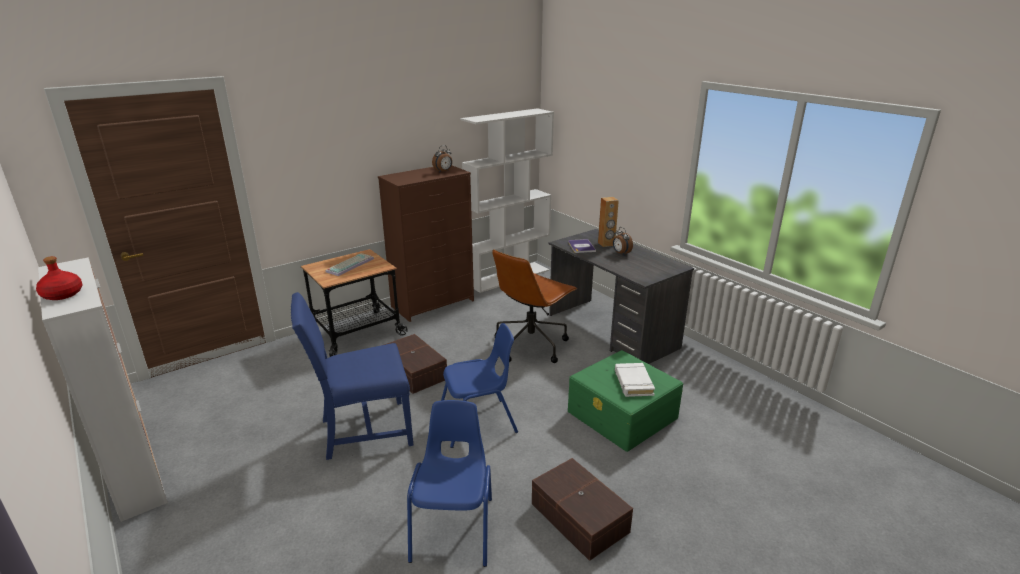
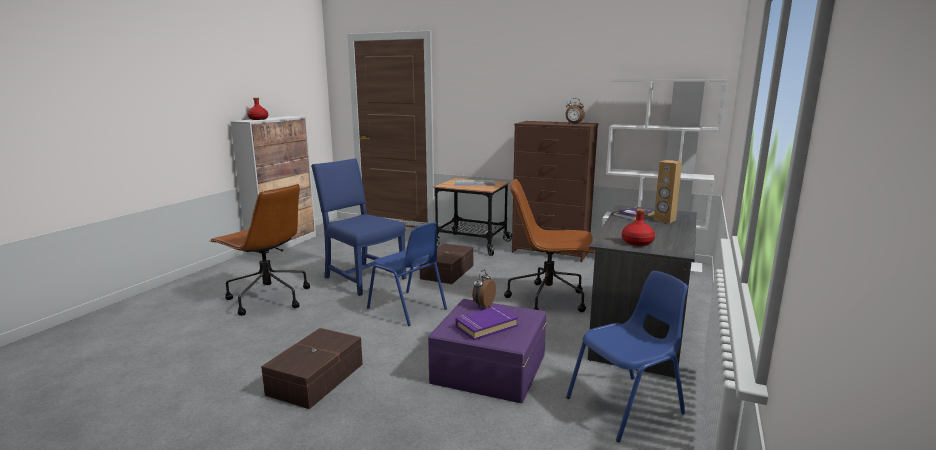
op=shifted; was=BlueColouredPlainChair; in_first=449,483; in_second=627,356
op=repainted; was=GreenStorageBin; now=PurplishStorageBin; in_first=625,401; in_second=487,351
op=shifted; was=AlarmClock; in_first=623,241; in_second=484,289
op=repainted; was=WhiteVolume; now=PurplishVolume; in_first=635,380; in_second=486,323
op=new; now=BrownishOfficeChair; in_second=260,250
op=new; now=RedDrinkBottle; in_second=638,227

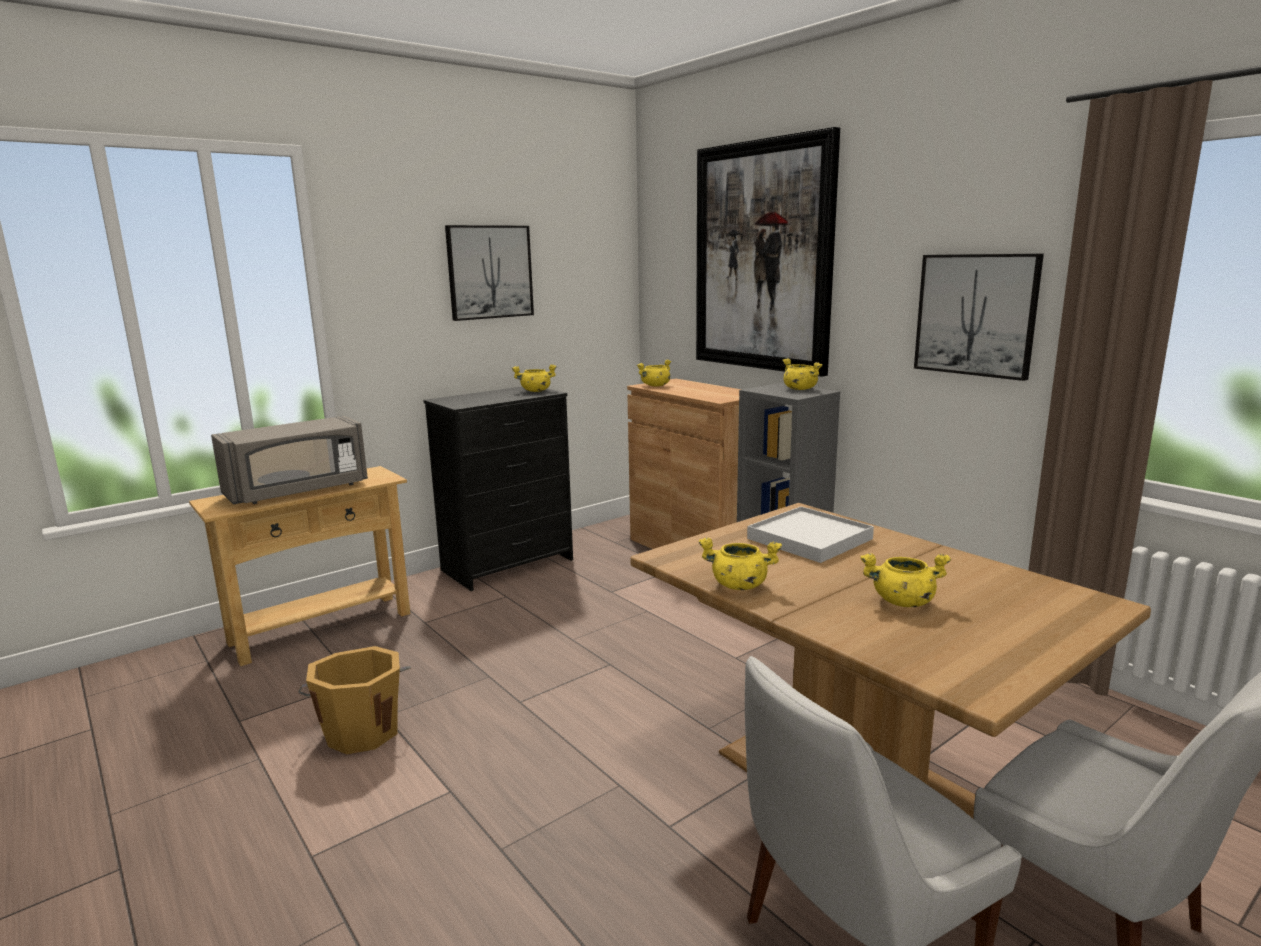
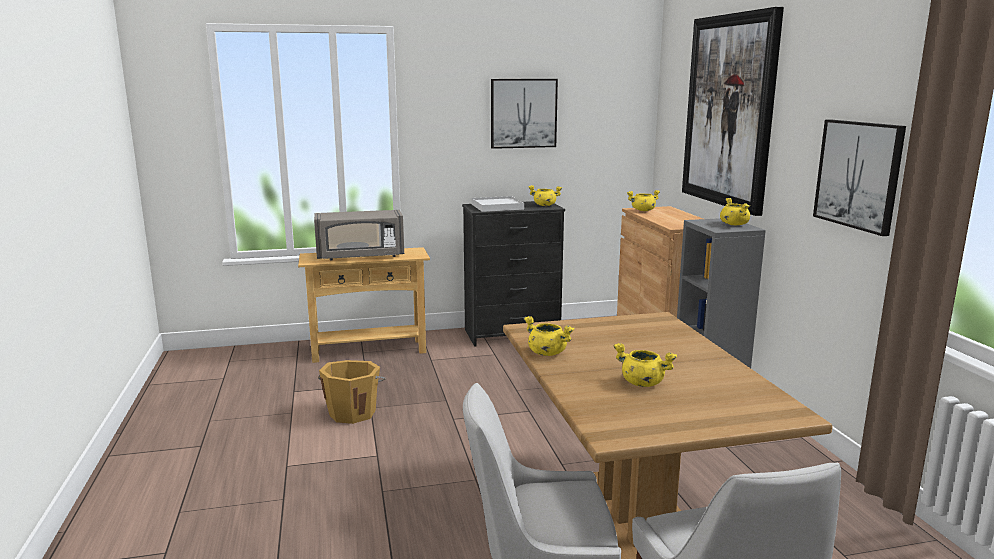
op=shifted; was=WhiteCarryingTray; in_first=810,535; in_second=497,204

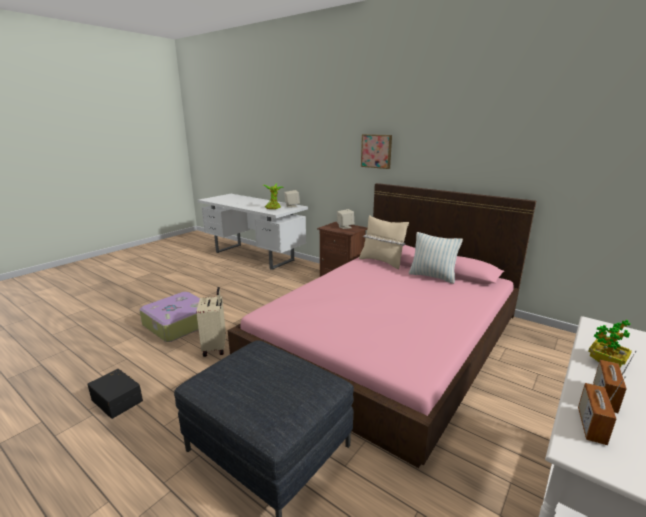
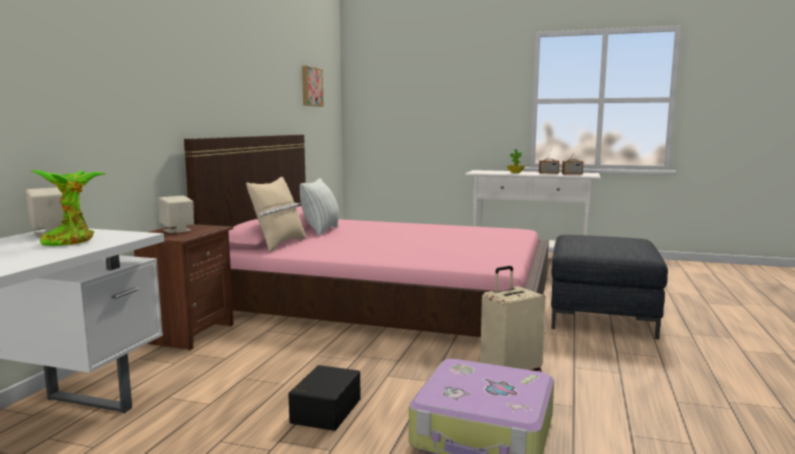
op=shifted; was=BlackishStorageBin; in_first=115,394; in_second=324,398
op=shifted; was=Picture; in_first=376,151; in_second=312,86

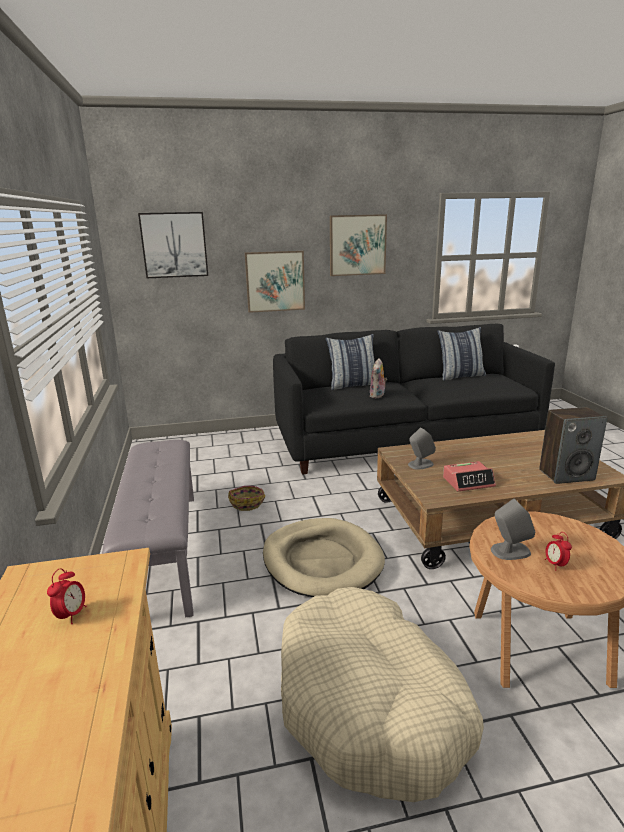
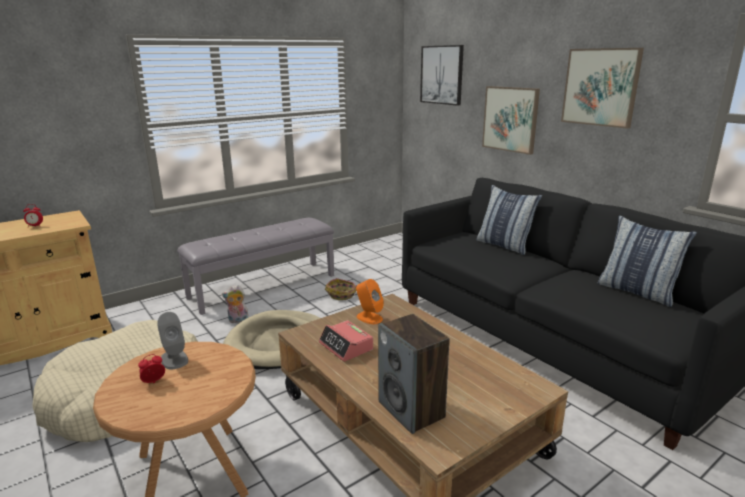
op=shifted; was=CuddlyToy; in_first=378,378; in_second=235,304
op=repainted; was=GreySpeaker; now=OrangeySpeaker; in_first=422,449; in_second=370,301

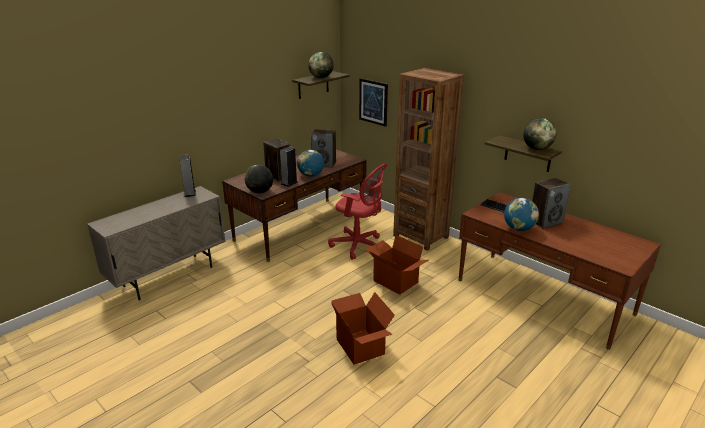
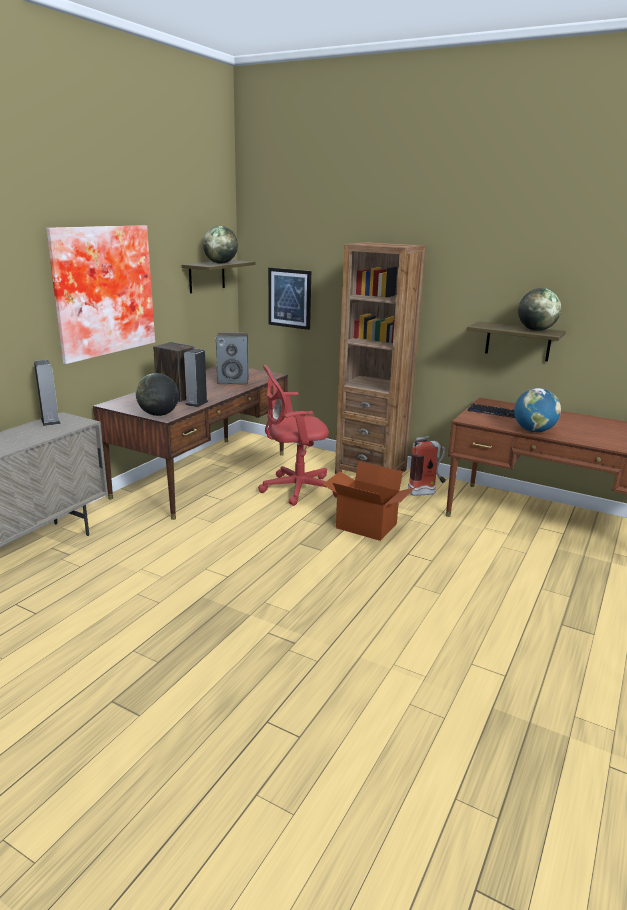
op=gone; was=DeskGlobe; in_first=310,163
op=rotated; was=RedOfficeChair; in_first=358,211; in_second=297,435; clockwise=150
op=gone; was=CardboardBox; in_first=363,328
op=gone; was=Speaker; in_first=551,203
op=new; now=Picture; in_second=100,294
op=new; now=FireExtinguisher; in_second=427,466

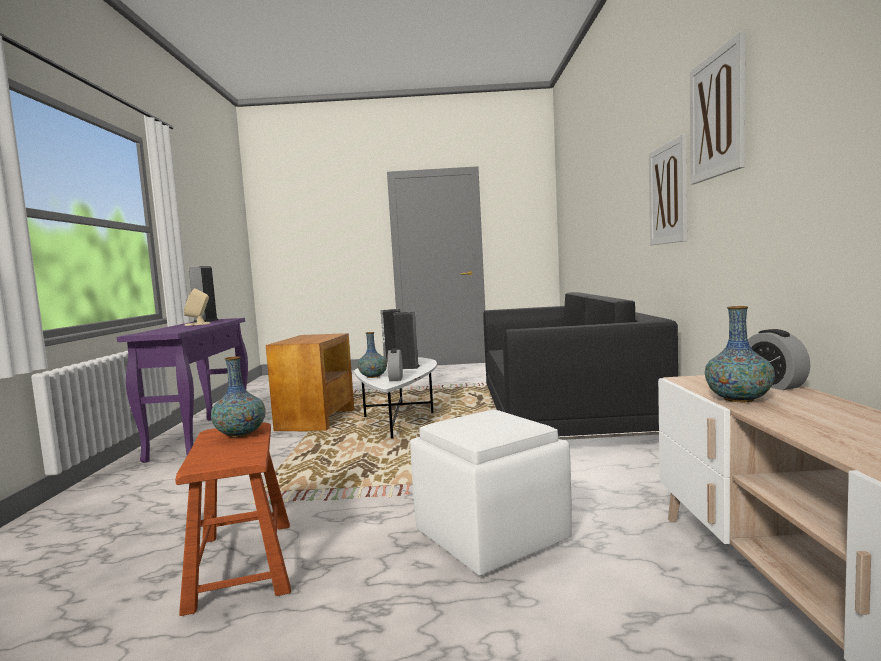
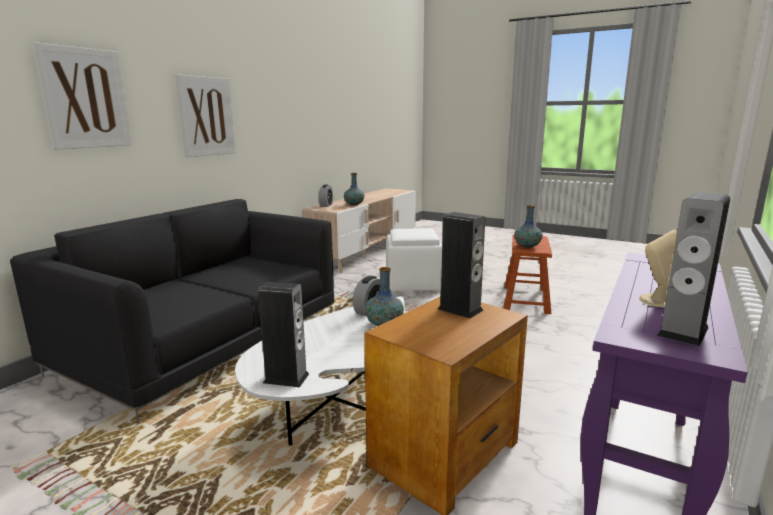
op=shifted; was=Speaker; in_first=407,340; in_second=461,265
op=shifted; was=Picture; in_first=717,108; in_second=82,96

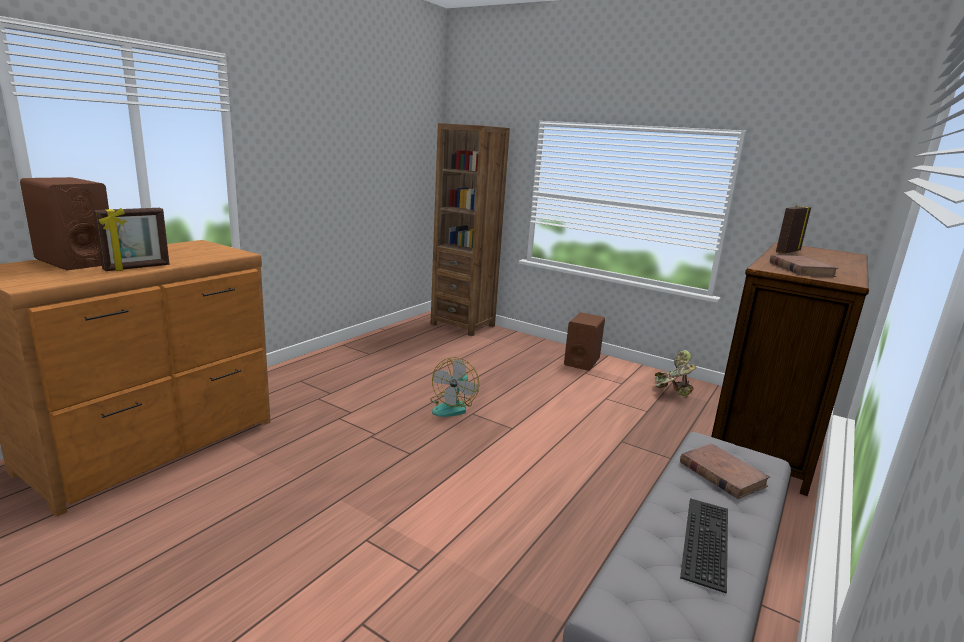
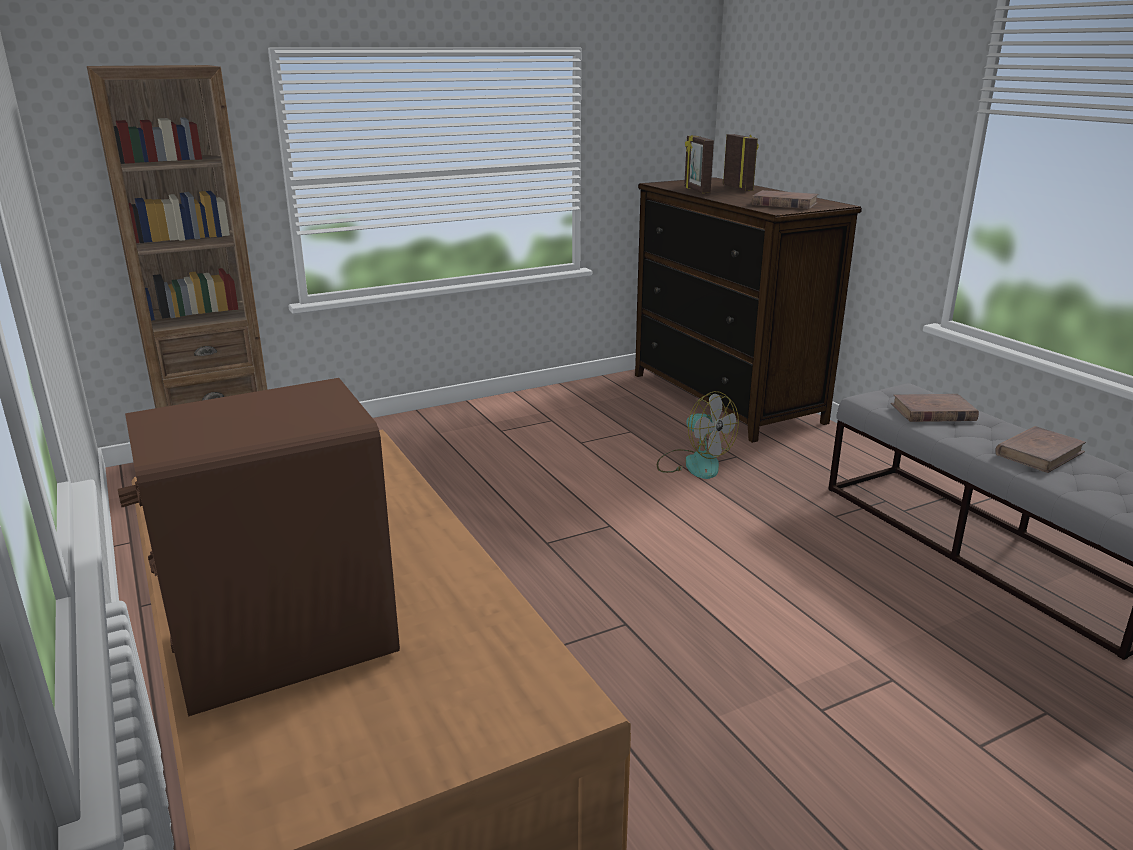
op=shifted; was=PictureFrame; in_first=131,239; in_second=741,162
op=shifted; was=Fan; in_first=454,387; in_second=698,435
op=gone; was=BrownishSpeaker; in_first=584,341
op=gone; was=PottedPlant; in_first=675,373
op=swapped; was=Keyboard; now=BrownishVolume; in_first=704,546; in_second=1040,449

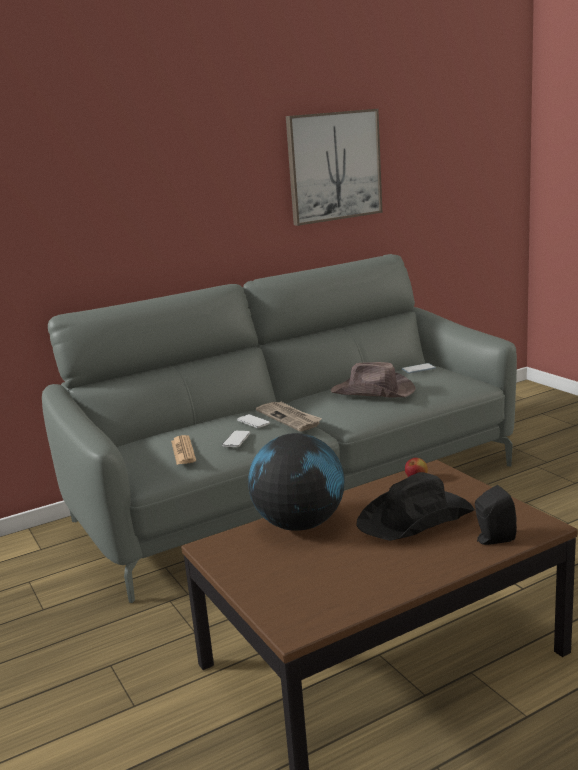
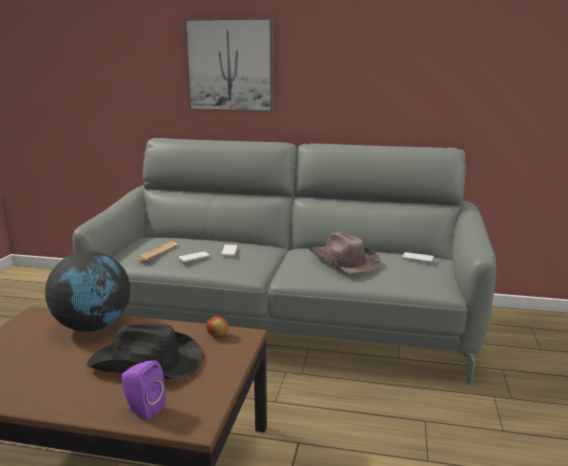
op=gone; was=PrintedPaper; in_first=289,417
op=shifted; was=Picture; in_first=334,167; in_second=229,64
op=repainted; was=BlackishSpeaker; now=PurplishSpeaker; in_first=496,515; in_second=144,390

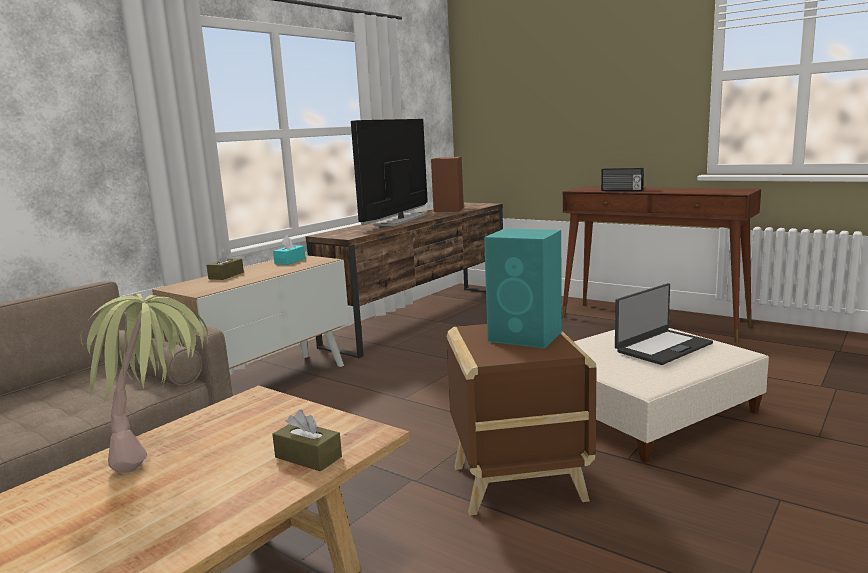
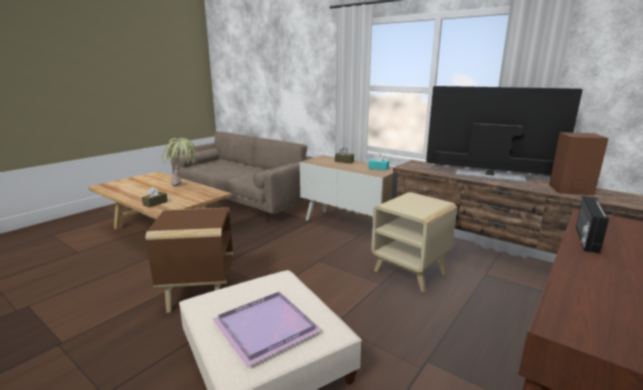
op=gone; was=TurquoiseSpeaker; in_first=523,288
op=swapped; was=PortableComputer; now=PurplishCarryingTray; in_first=664,324; in_second=267,329
op=new; now=SandColouredAccentTable; in_second=414,242

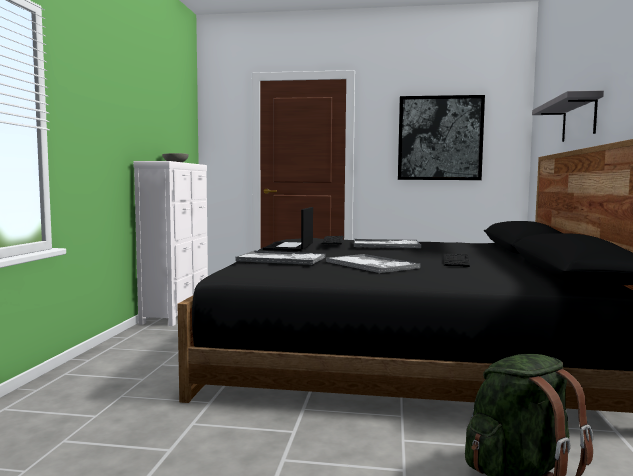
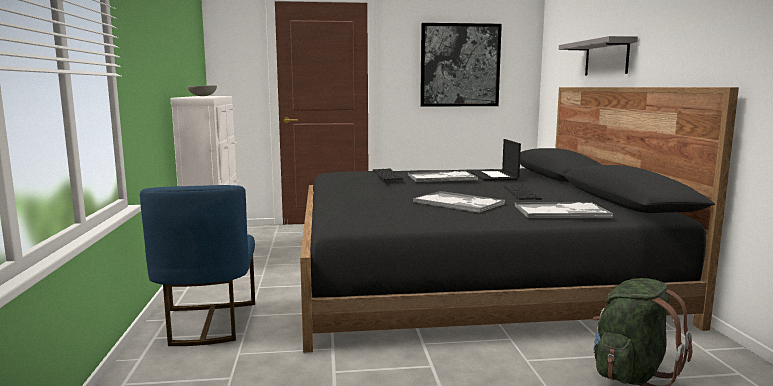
op=shifted; was=CarryingTray; in_first=280,257; in_second=563,210
op=shifted; was=PortableComputer; in_first=288,229; in_second=496,160
op=new; now=BlueColouredPlainChair; in_second=197,265

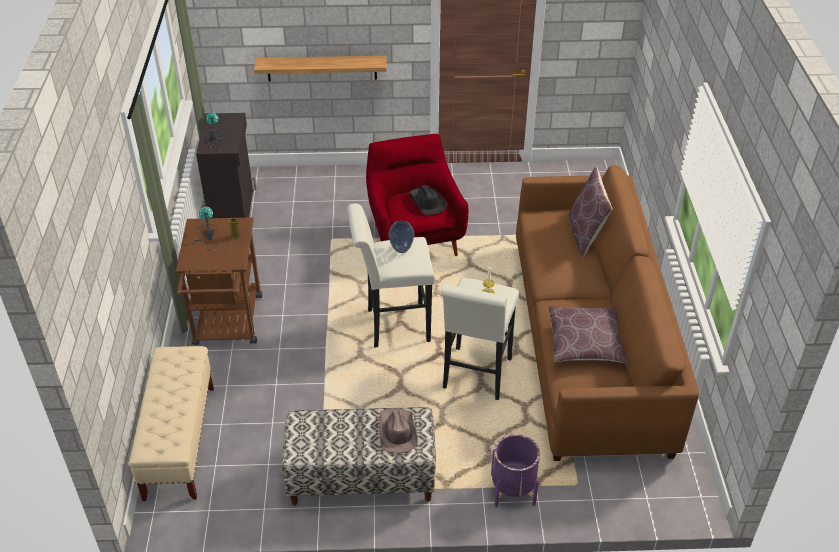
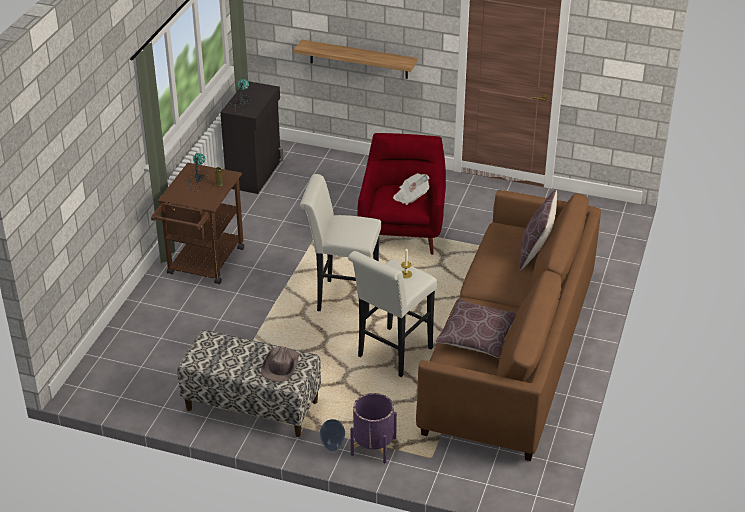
op=gone; was=SandColouredLongSeat; in_first=171,423
op=shifted; was=FlowerVase; in_first=401,237; in_second=332,435
op=swapped; was=BlackishClothingHat; now=PrintedPaper; in_first=428,200; in_second=411,189

